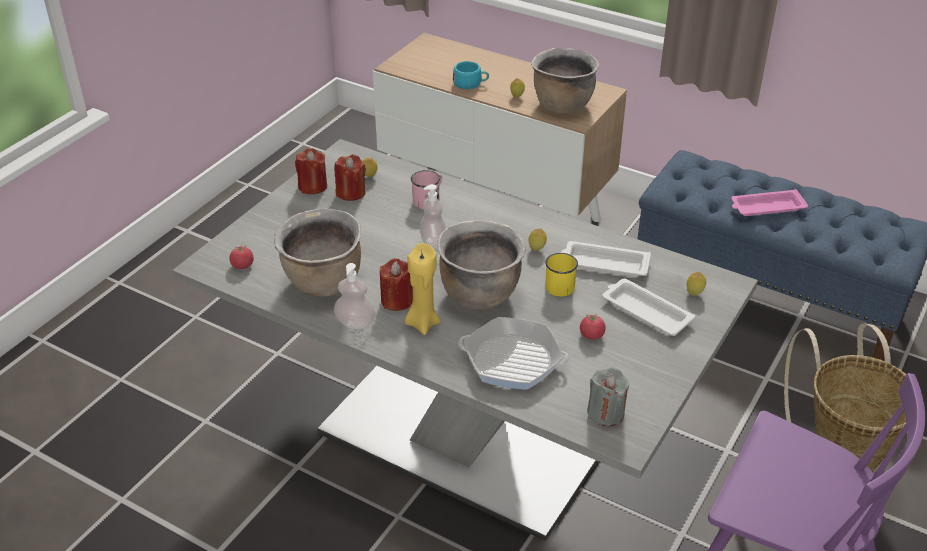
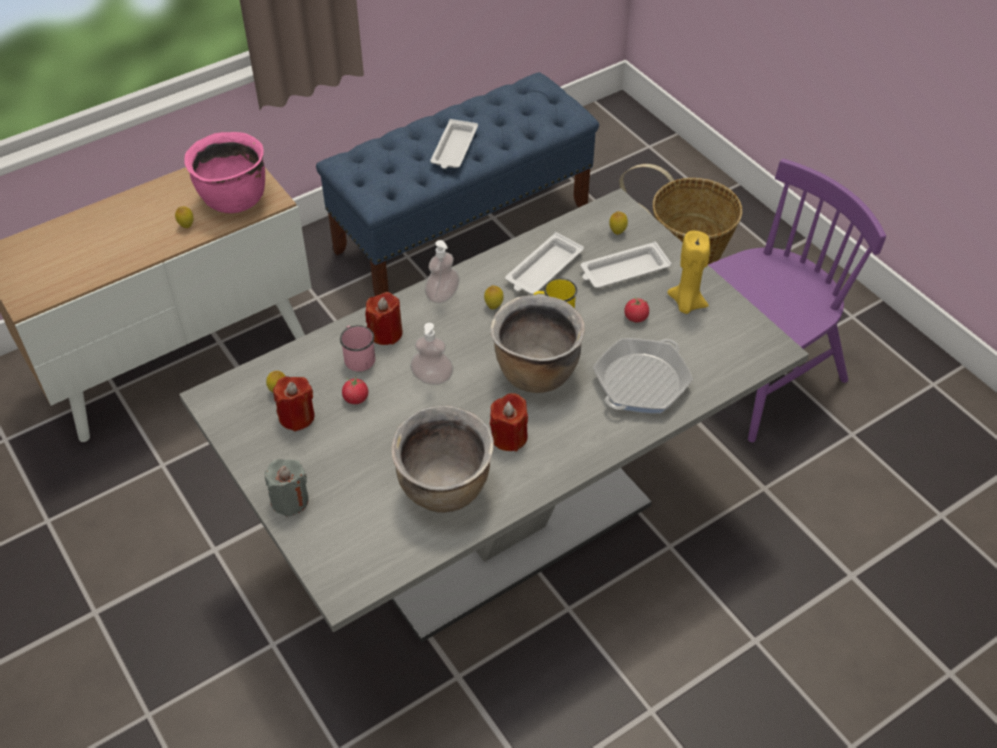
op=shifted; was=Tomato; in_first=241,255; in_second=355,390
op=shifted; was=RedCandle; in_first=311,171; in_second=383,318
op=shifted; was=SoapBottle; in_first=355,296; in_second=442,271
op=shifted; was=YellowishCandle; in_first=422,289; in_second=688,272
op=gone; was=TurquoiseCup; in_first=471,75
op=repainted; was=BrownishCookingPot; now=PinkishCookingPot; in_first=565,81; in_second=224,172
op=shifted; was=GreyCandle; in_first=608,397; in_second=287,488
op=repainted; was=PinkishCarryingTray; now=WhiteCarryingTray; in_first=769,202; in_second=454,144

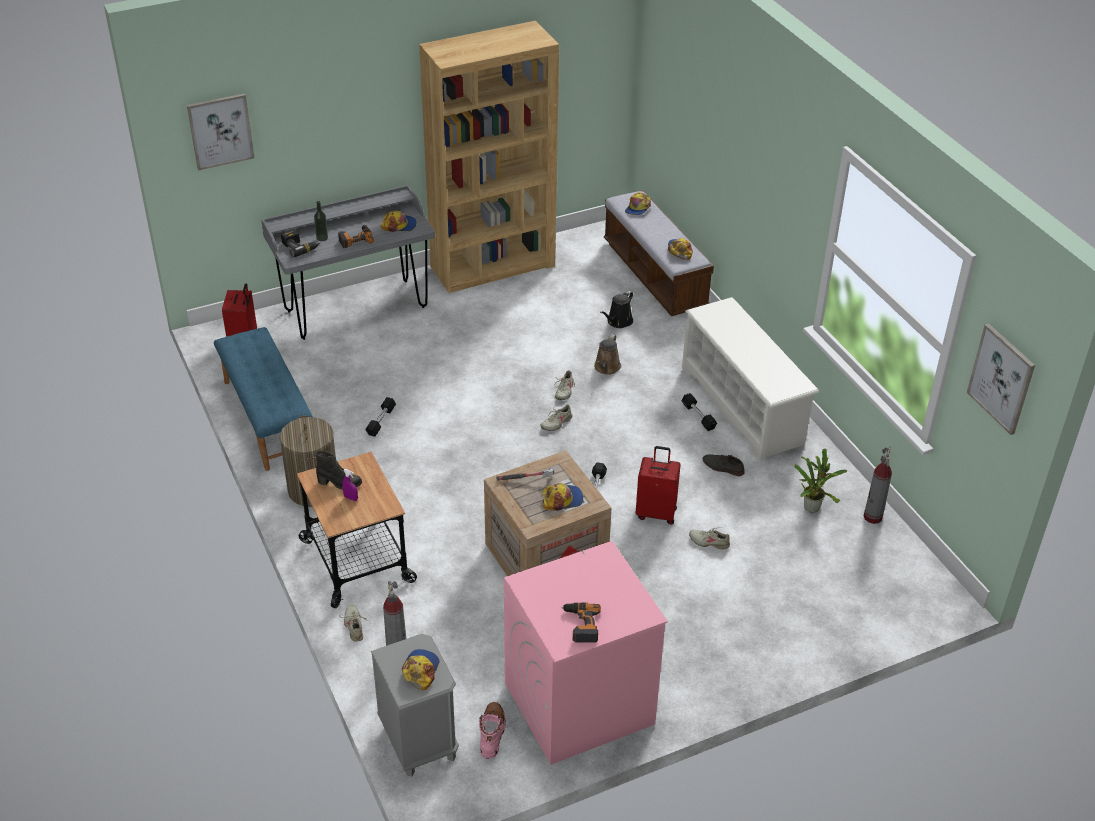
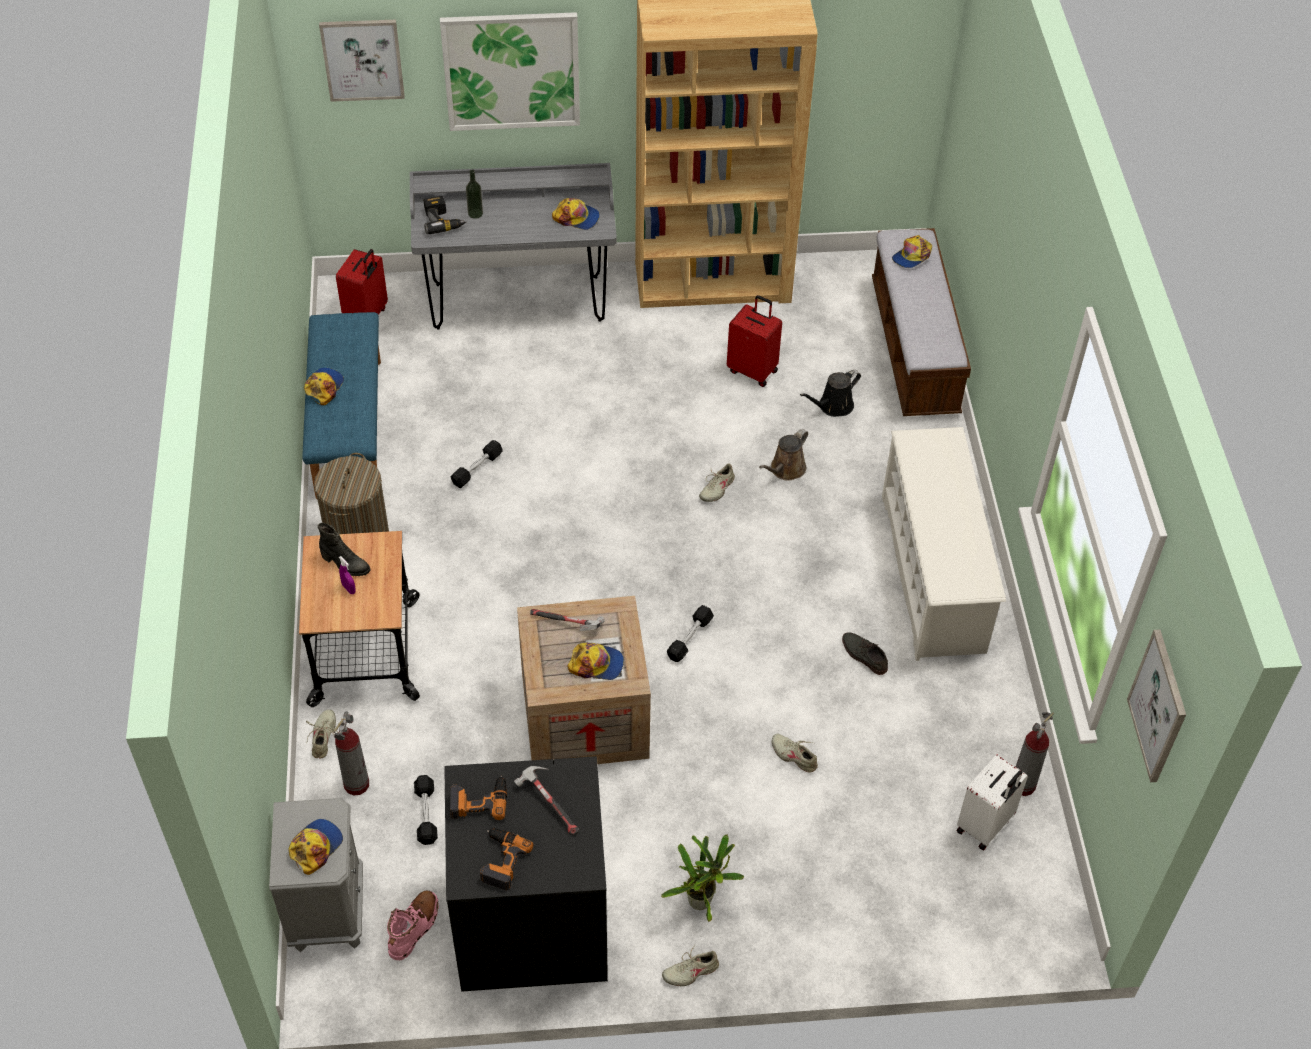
op=shifted; was=ElectricDrill; in_first=356,236; in_second=478,798
op=repainted; was=PinkishLaundryMachine; now=BlackishLaundryMachine; in_first=586,653; in_second=526,874
op=shifted; was=SandColouredLowShoe; in_first=556,417; in_second=690,965
op=shifted; was=RedTravelCase; in_first=658,485; in_second=754,341
op=shifted; was=BaseballCap; in_first=680,249; in_second=324,386
op=shifted; was=BlackishHandWeight; in_first=699,412; in_second=426,810
op=shifted; was=PottedPlant; in_first=821,481; in_second=702,878
op=new; now=Picture; in_second=510,71
op=new; now=HandHammer; in_second=546,800
op=new; now=WhiteTravelCase; in_second=992,802

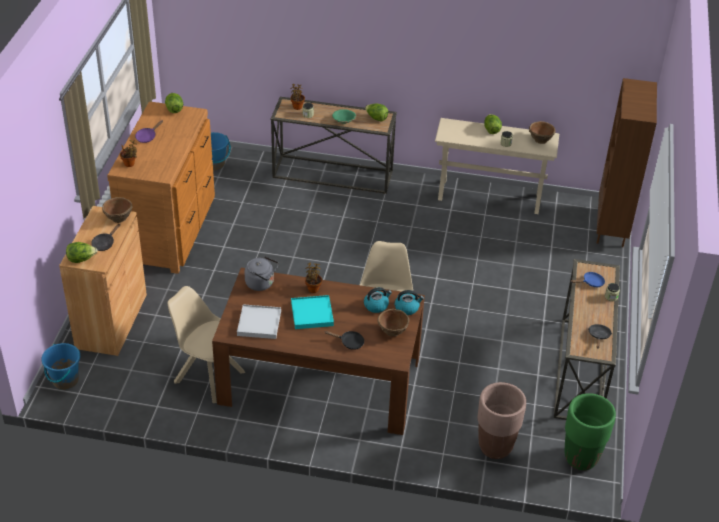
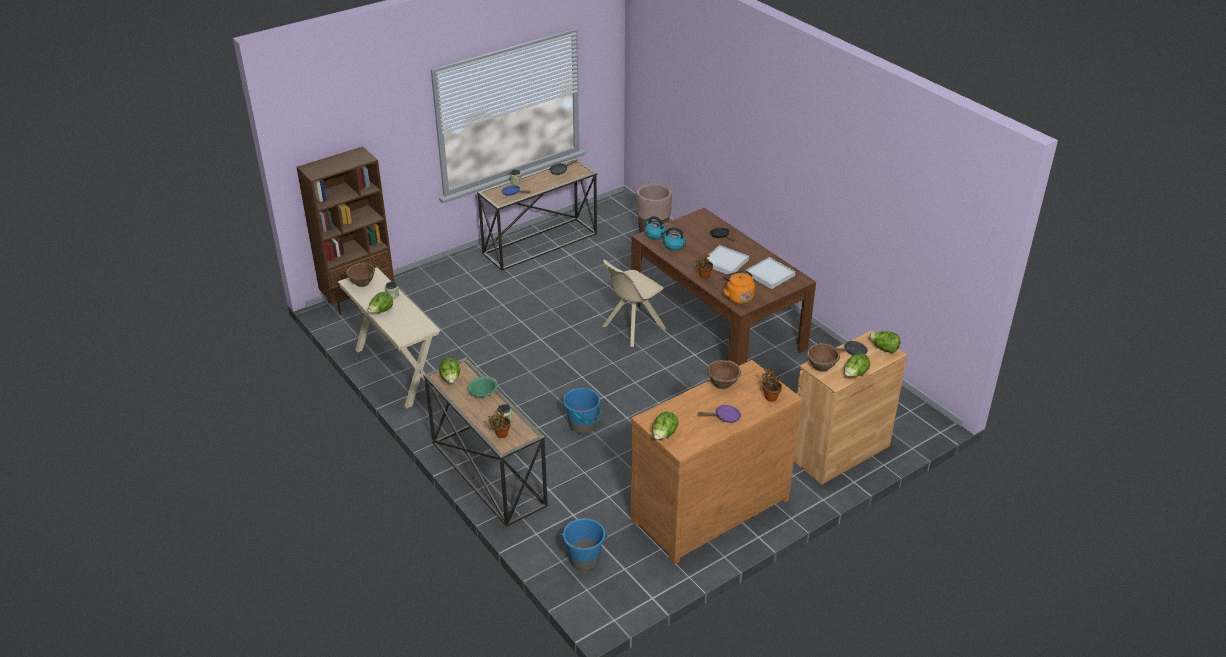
op=shifted; was=BlueColouredPail; in_first=60,366; in_second=581,410
op=gone; was=SandColouredPlainChair; in_first=206,344
op=repainted; was=GreyTeaKettle; now=OrangeyTeaKettle; in_first=261,273; in_second=739,287
op=repainted; was=TurquoiseCarryingTray; now=WhiteCarryingTray; in_first=312,312; in_second=728,259
op=shifted; was=BrownishServingBowl; in_first=393,323; in_second=724,374
op=gone; was=GreenPlanter; in_first=590,431
op=new; now=Lettuce; in_second=857,365

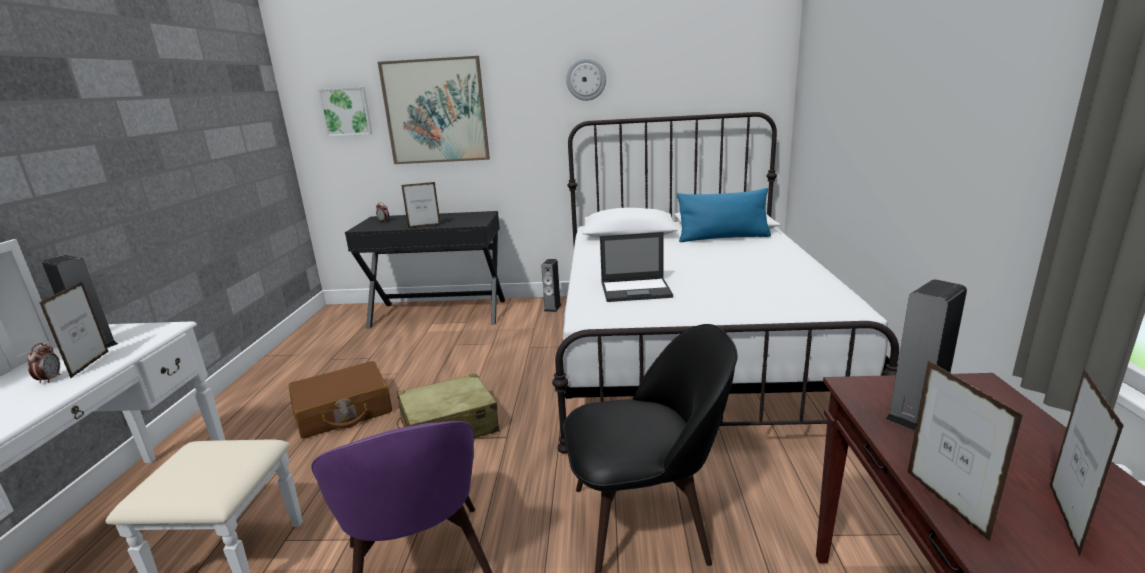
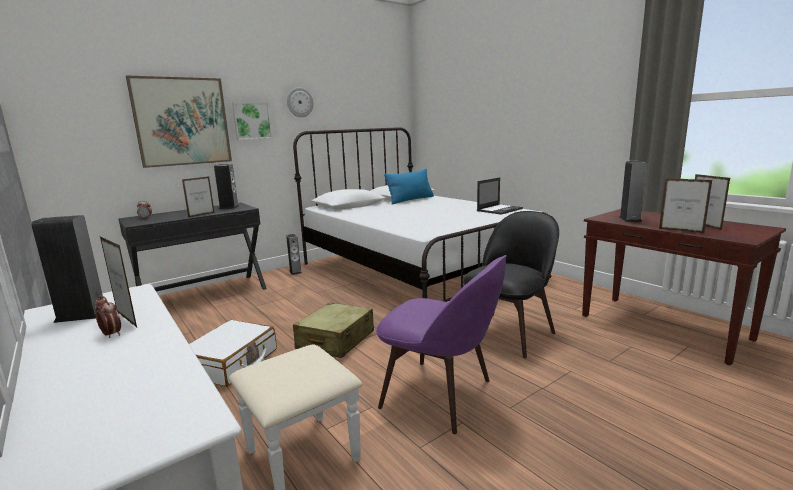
op=repainted; was=BrownishTravelCase; now=WhiteTravelCase; in_first=340,399; in_second=233,353
op=shifted; was=Picture; in_first=345,112; in_second=252,121
op=shifted; was=PortableComputer; in_first=636,267; in_second=500,196
op=new; now=Speaker; in_second=227,186

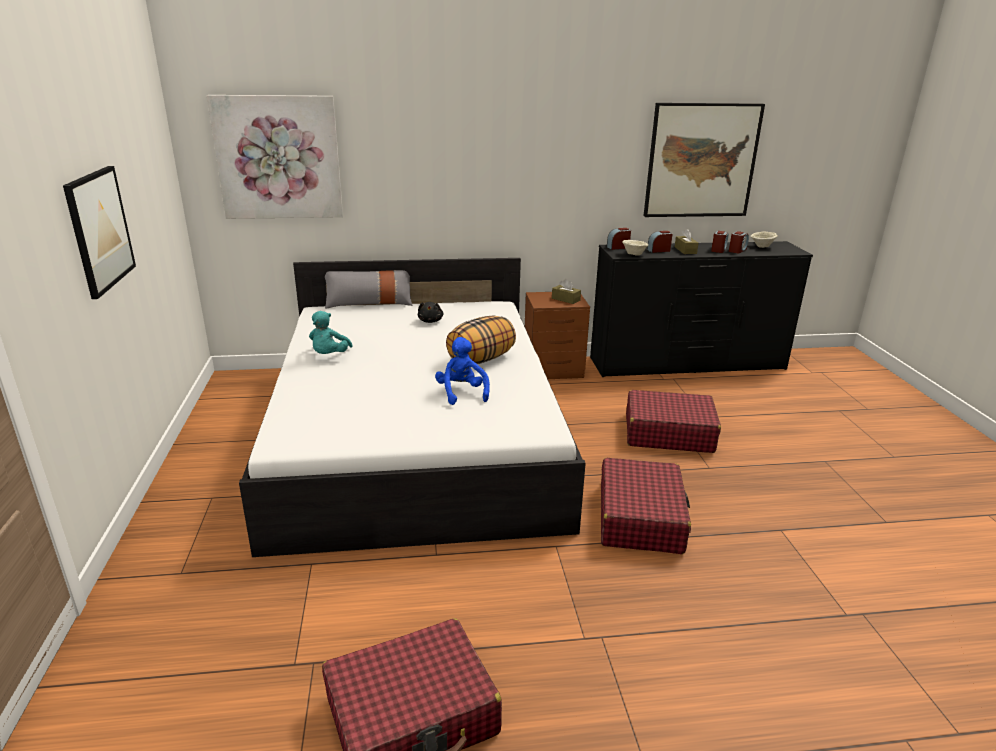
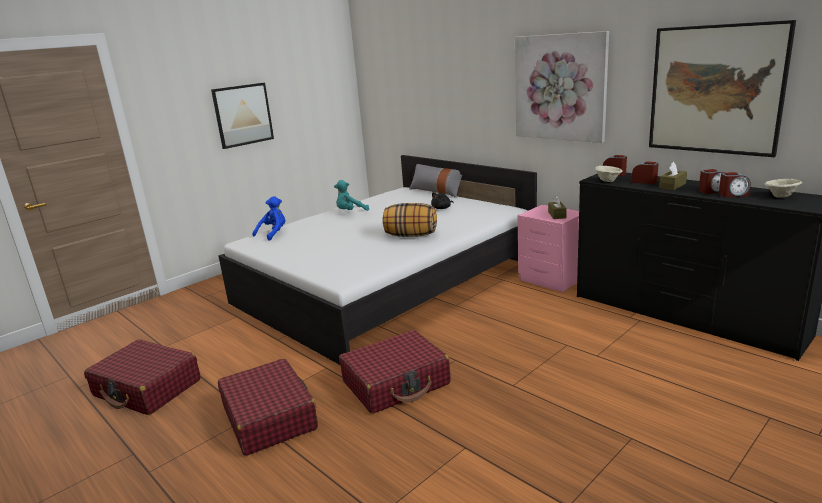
op=shifted; was=Picture; in_first=275,157; in_second=562,87
op=shifted; was=BlueColouredCuddlyToy; in_first=462,371; in_second=269,218
op=repainted; was=BrownishNightTable; now=PinkishNightTable; in_first=557,335; in_second=548,248
op=shifted; was=RedTravelCase; in_first=673,421; in_second=268,407

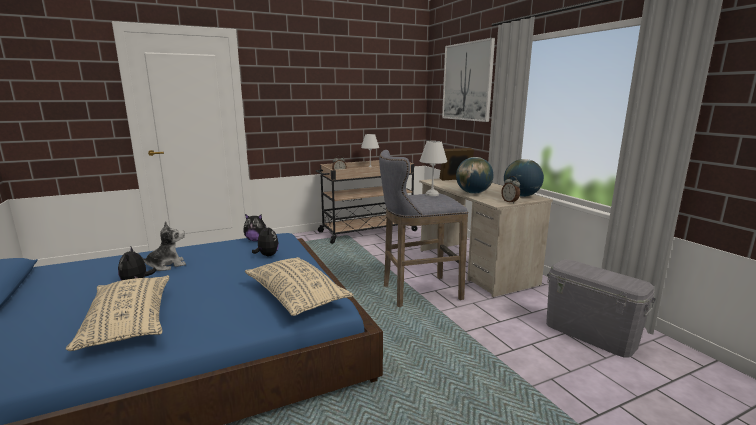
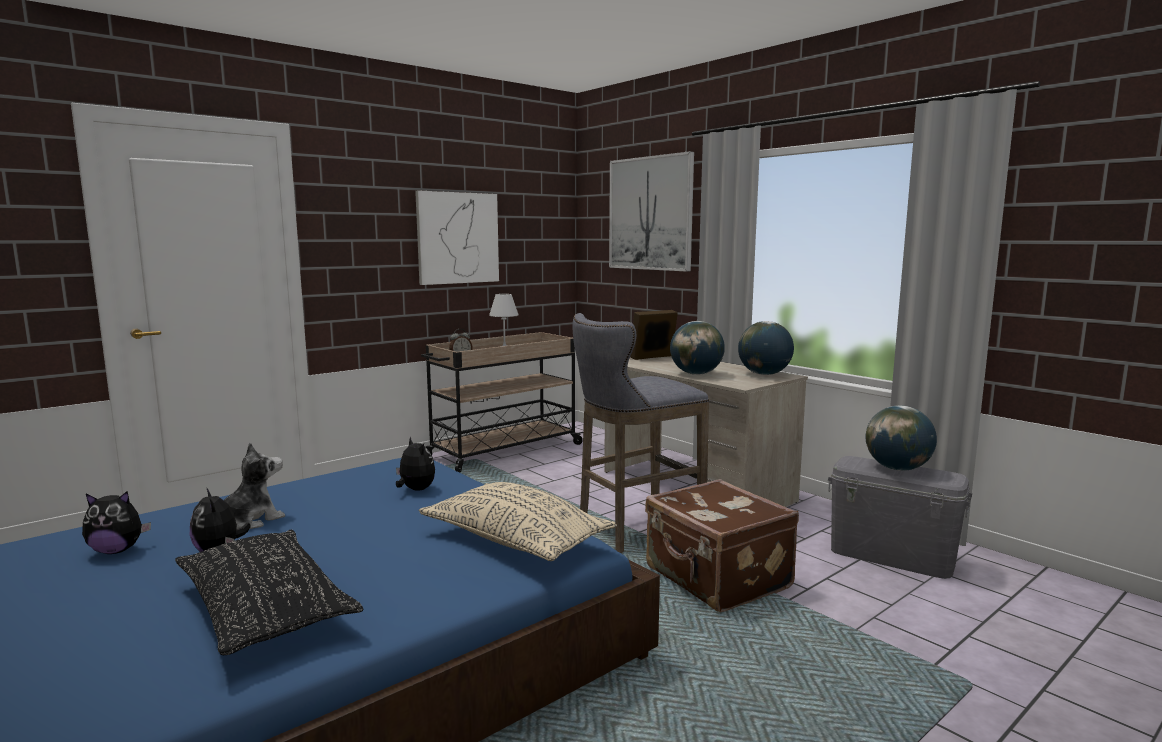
op=repainted; was=SandColouredCushion; now=BlackishCushion; in_first=117,313; in_second=269,592
op=shifted; was=CuddlyToy; in_first=254,227; in_second=116,522
op=gone; was=WhiteTabletopLamp; in_first=433,168
op=gone; was=AlarmClock; in_first=510,189
op=new; now=Picture; in_second=457,238
op=new; now=BrownishTravelCase; in_second=722,545
op=new; now=DeskGlobe; in_second=901,438

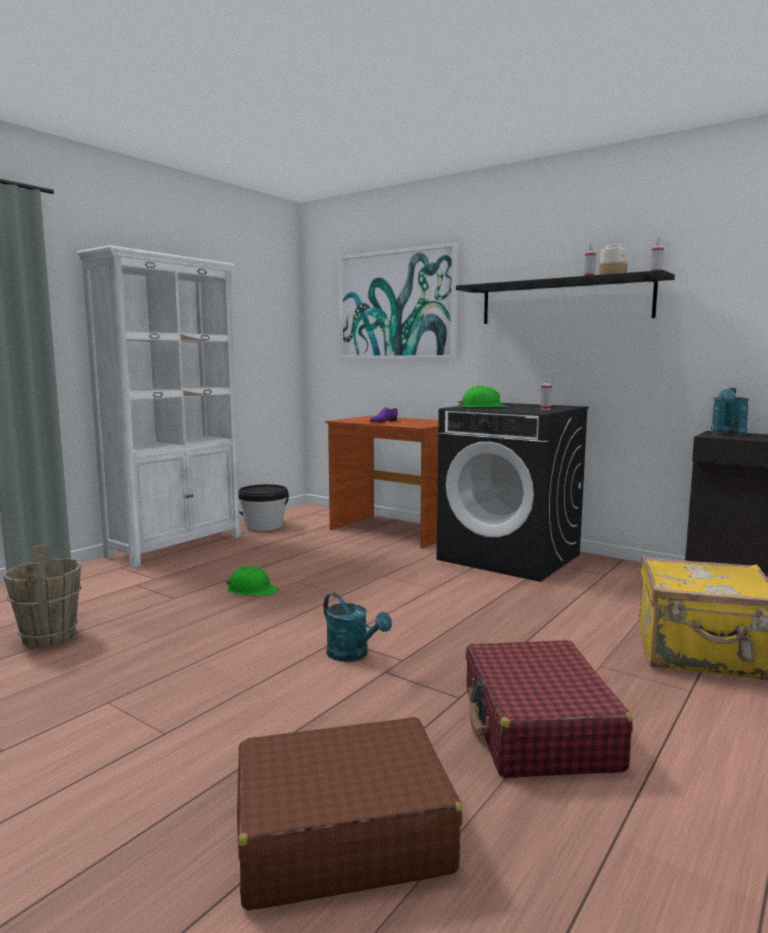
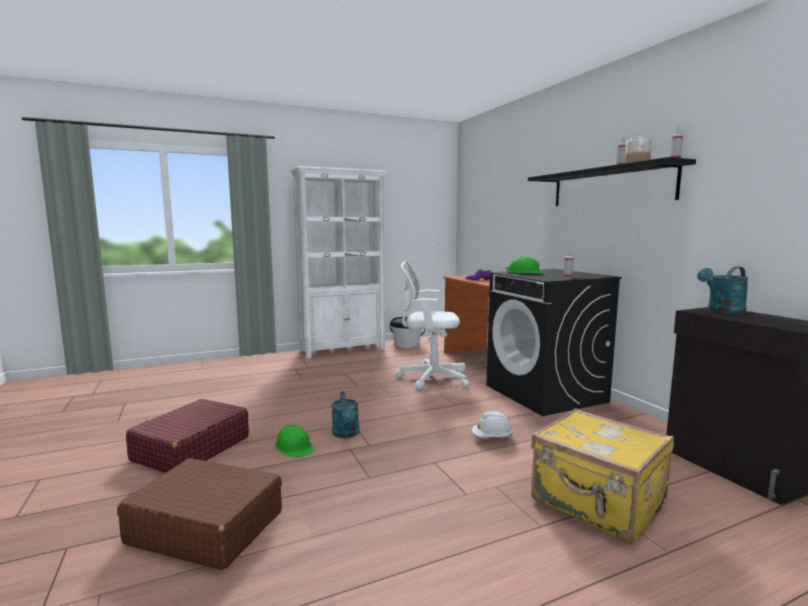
op=gone; was=BrownishPail; in_first=42,596
op=shifted; was=GreenWorkHelmet; in_first=252,581; in_second=294,441
op=gone; was=Picture; in_first=399,301
op=shifted; was=RedTravelCase; in_first=549,709; in_second=187,436
op=new; now=WhiteOfficeChair; in_second=432,325
op=new; now=WhiteWorkHelmet; in_second=492,424

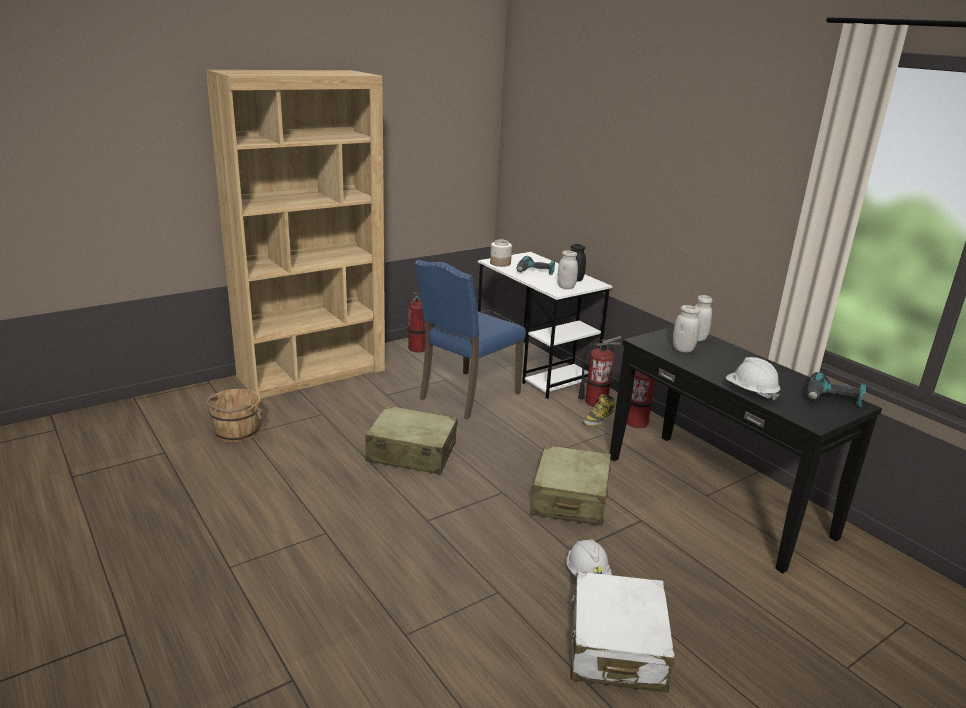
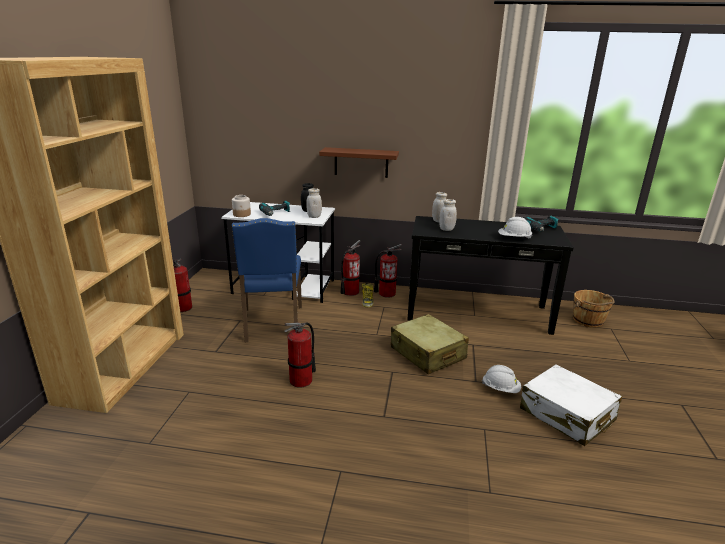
op=shifted; was=BrownishPail; in_first=234,416; in_second=593,309
op=swapped; was=SandColouredTravelCase; now=FireExtinguisher; in_first=411,440; in_second=300,355
op=new; now=BrownishShelf; in_second=359,162

